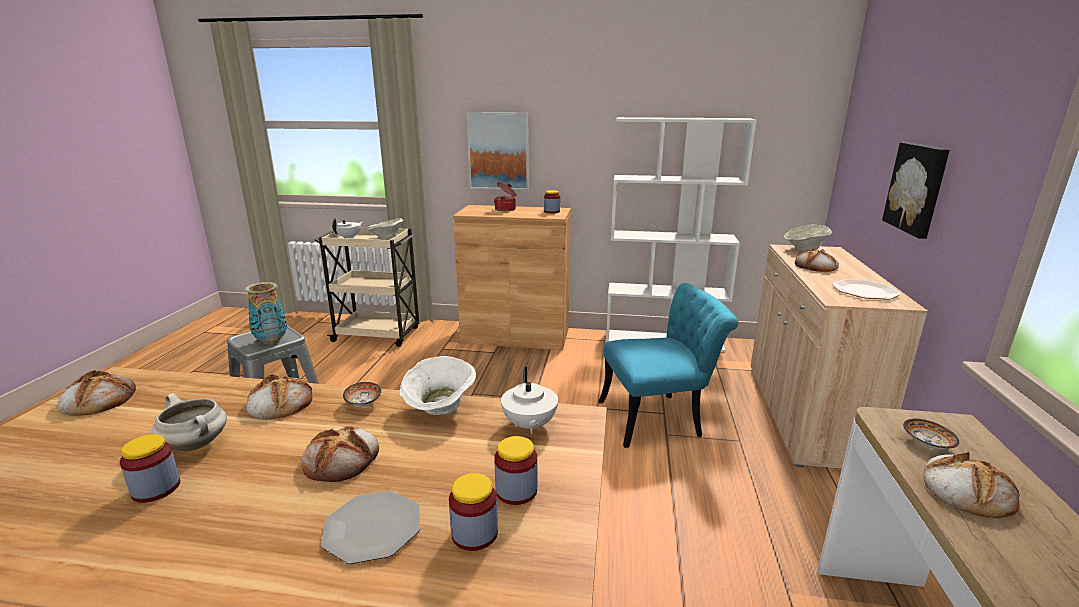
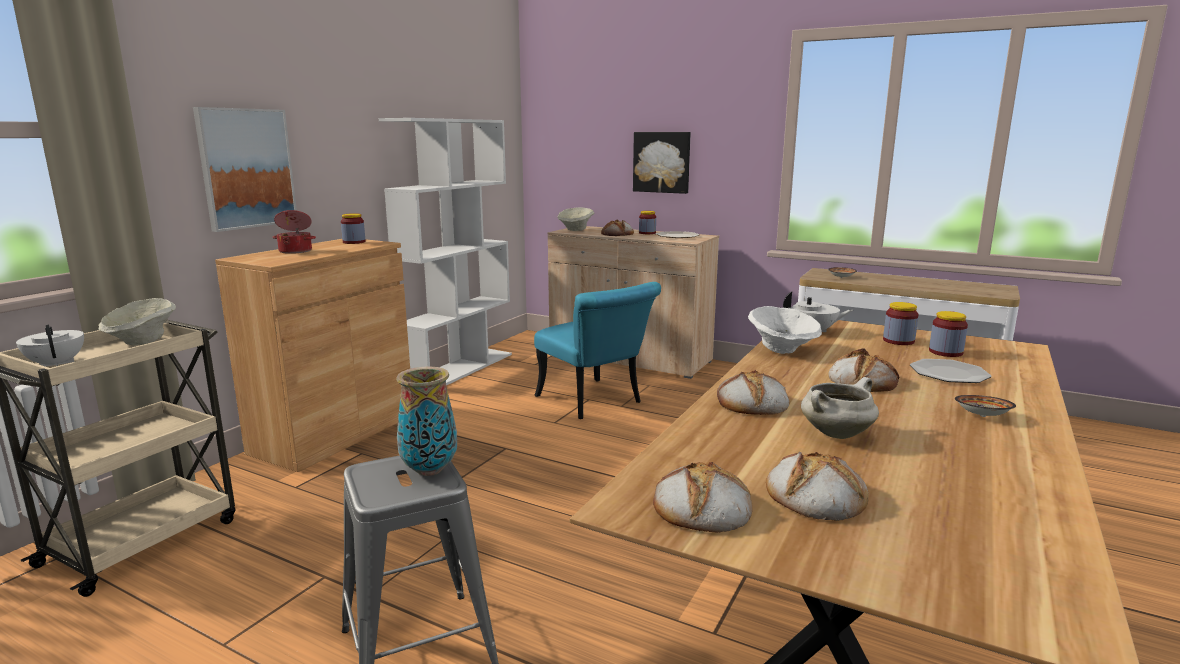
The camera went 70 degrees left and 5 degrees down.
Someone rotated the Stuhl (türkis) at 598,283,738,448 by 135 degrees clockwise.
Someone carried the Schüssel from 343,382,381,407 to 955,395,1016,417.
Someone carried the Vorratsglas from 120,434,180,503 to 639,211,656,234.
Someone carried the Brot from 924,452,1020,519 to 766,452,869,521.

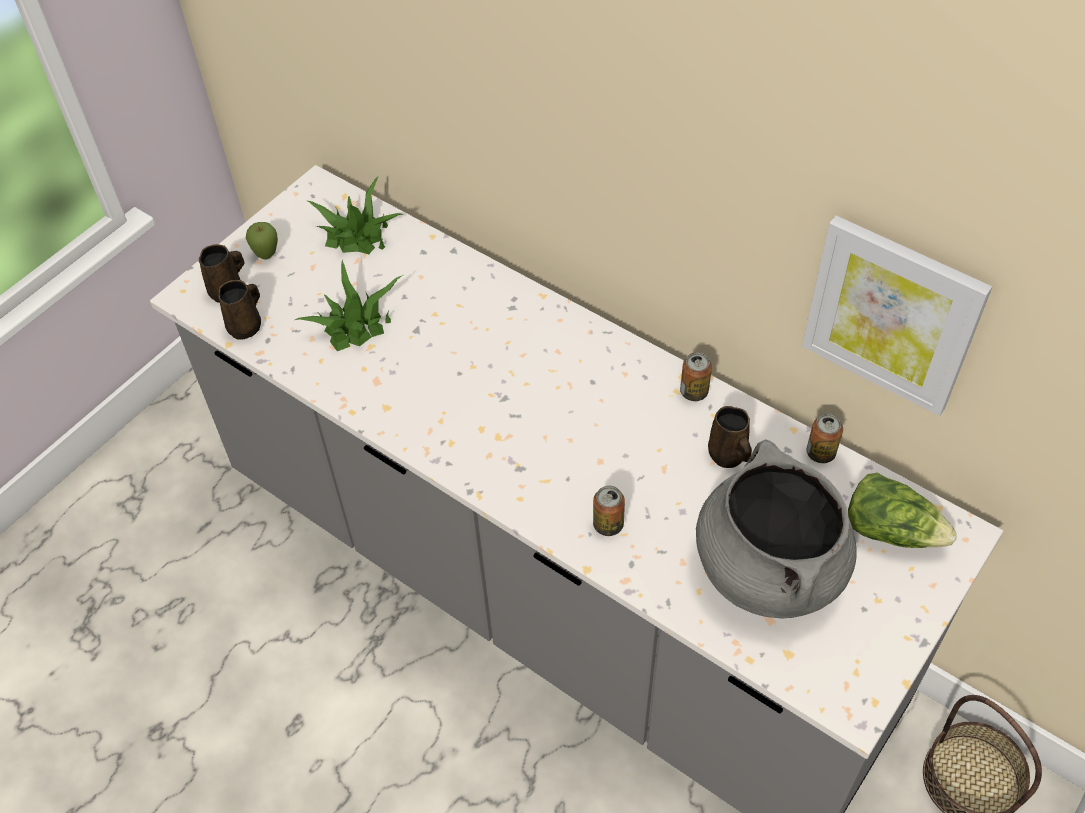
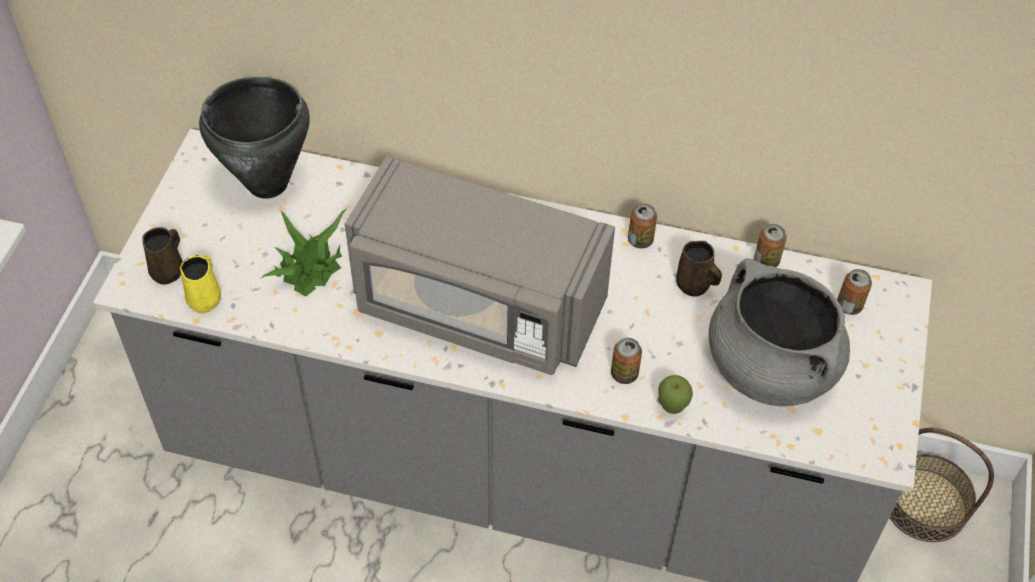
The camera went 25 degrees left and 0 degrees up.
Someone swapped the Topfpflanze at 307,176,402,254 for the Kochtopf (schwarz) at 199,77,310,199.
Someone took away the Bild at 802,216,992,416.
Someone carried the Apfel from 246,222,278,260 to 658,375,693,414.
Someone repainted the Henkelbecher (braun) at 218,280,261,340, which became the Henkelbecher (gelb) at 180,255,221,313.
Someone swapped the Salatkopf at 848,473,957,548 for the Dose at 837,269,872,315.
Someone put down the Mikrowelle (grau) at 345,157,615,375.

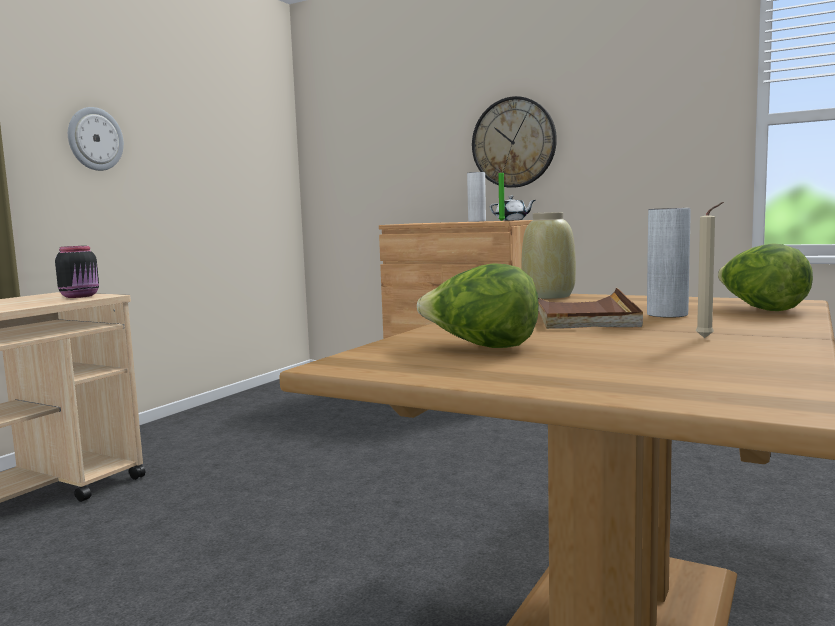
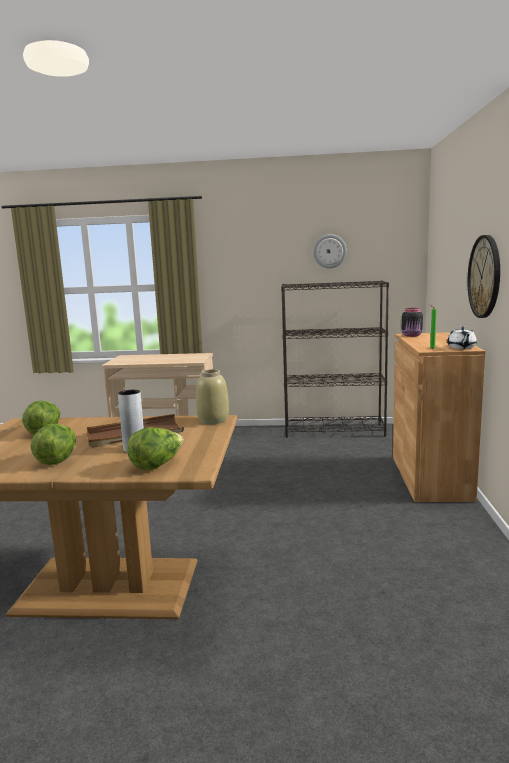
The camera went 65 degrees right and 5 degrees up.
Someone carried the Wanduhr from 68,107,124,171 to 313,234,347,269.
Someone took away the Vase (weiß) at 467,172,486,222.
Someone swapped the Kerze (beige) at 696,202,724,338 for the Salatkopf at 30,424,76,465.
Someone carried the Vorratsglas (schwarz) from 55,246,99,298 to 402,308,423,337.
Someone put down the Bücherregal (schwarz) at 281,280,389,438.

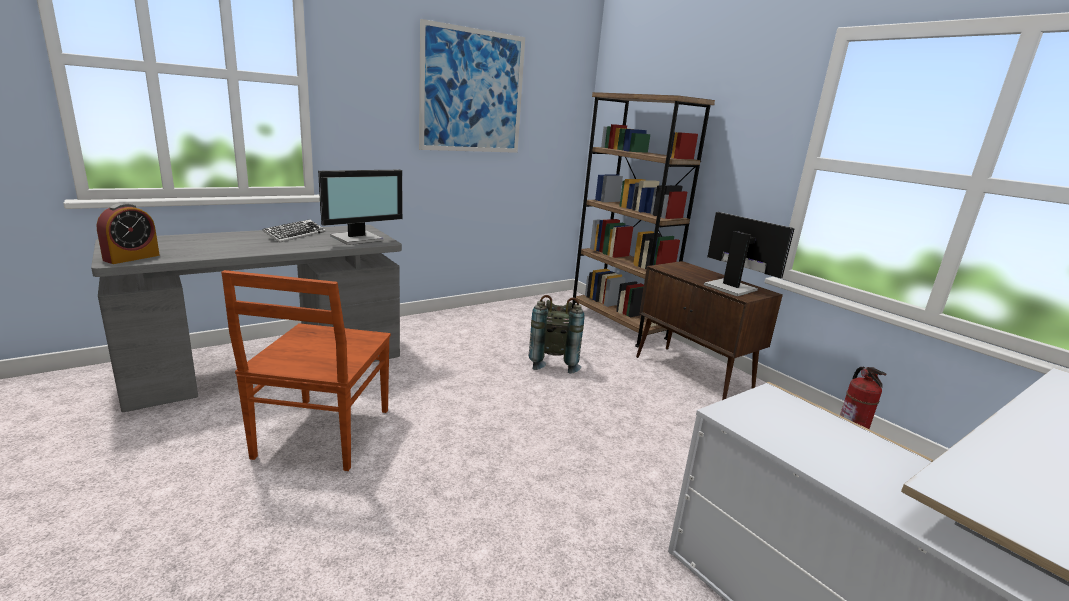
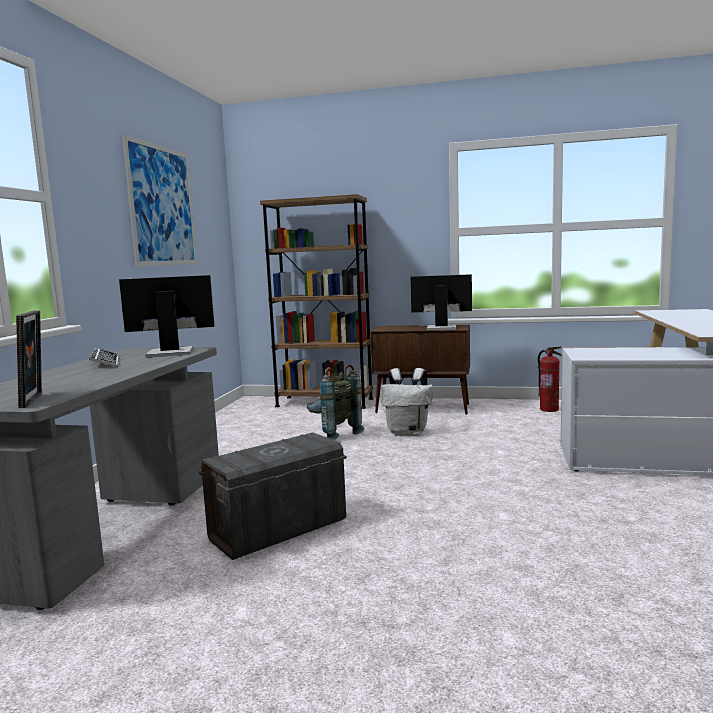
The camera went 40 degrees left and 10 degrees down.
Someone rotated the Monitor at 318,170,402,245 by 105 degrees counterclockwise.
Someone swapped the Wecker at 96,203,160,264 for the Bilderrahmen at 16,310,42,408.
Someone swapped the Stuhl (braun) at 221,270,391,471 for the Aufbewahrungsbox (grau) at 199,433,347,560.
Someone put down the Rucksack (weiß) at 381,368,433,436.

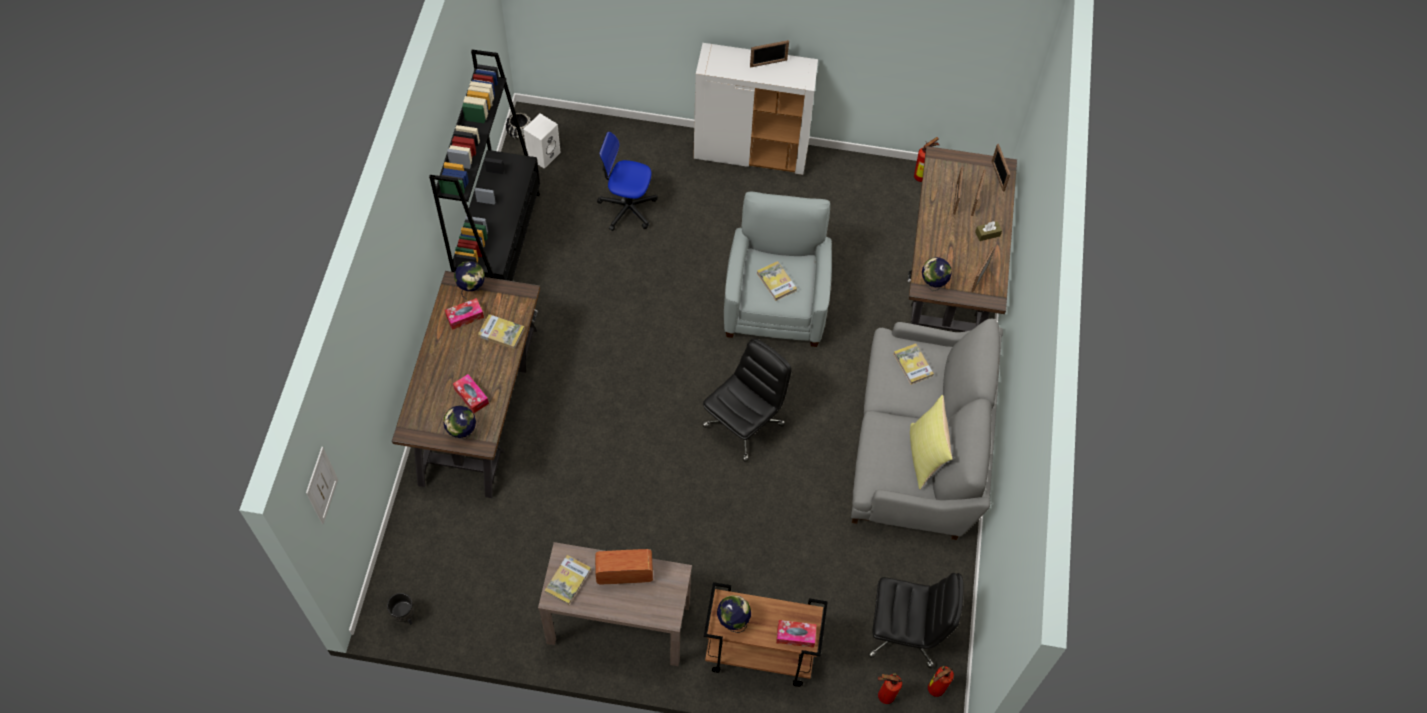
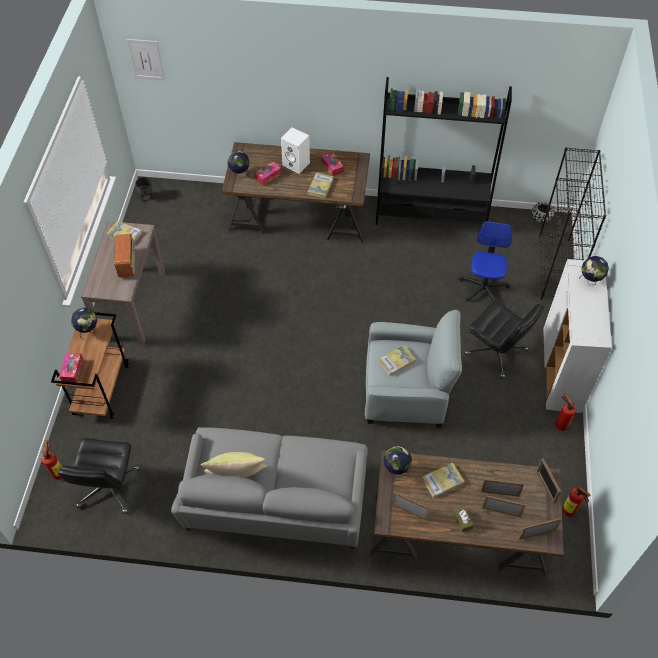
The camera went 90 degrees right and 5 degrees down.
Someone carried the Bilderrahmen from 750,40,789,68 to 537,458,561,504.
Someone carried the Lautsprecher (weiß) from 523,113,561,169 to 281,128,310,174.
Someone carried the Globus from 454,261,485,299 to 579,256,609,285.
Someone carried the Bürostuhl (schwarz) from 702,338,792,462 to 465,301,544,379.
Someone carried the Buch from 893,343,934,385 to 422,463,465,498.
Someone carried the Feuerlöscher from 928,666,954,697 to 555,393,576,431.
Someone put down the Bücherregal (schwarz) at 539,147,606,300.

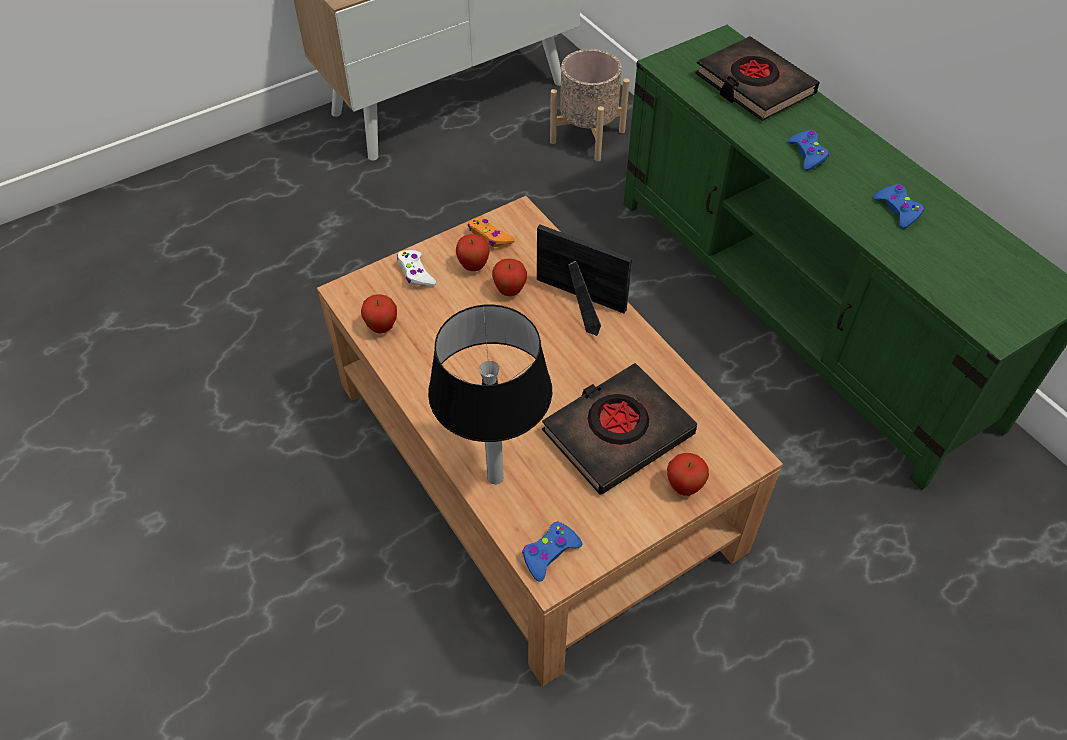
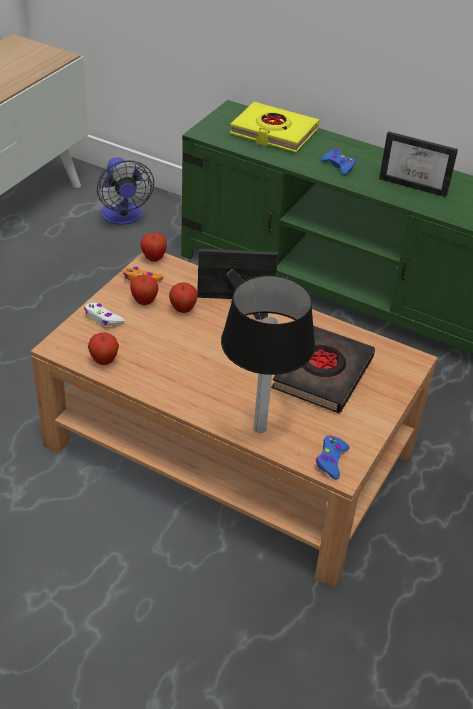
The camera went 30 degrees left and 10 degrees down.
Someone repainted the Buch (schwarz) at 695,36,820,121, which became the Buch (gelb) at 230,102,319,152.
Someone swapped the Pflanzkübel (beige) at 550,49,630,161 for the Ventilator at 97,157,154,225.
Someone swapped the Gamepad (blau) at 873,184,924,229 for the Bilderrahmen at 379,131,458,197.
Someone carried the Apfel from 667,453,709,496 to 140,233,167,262.

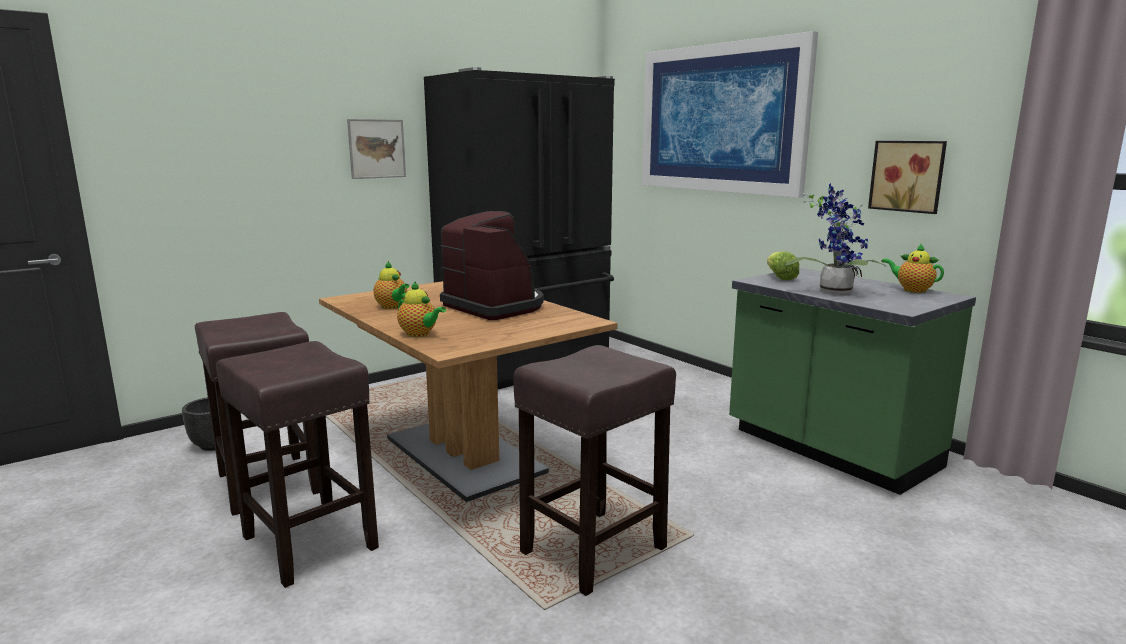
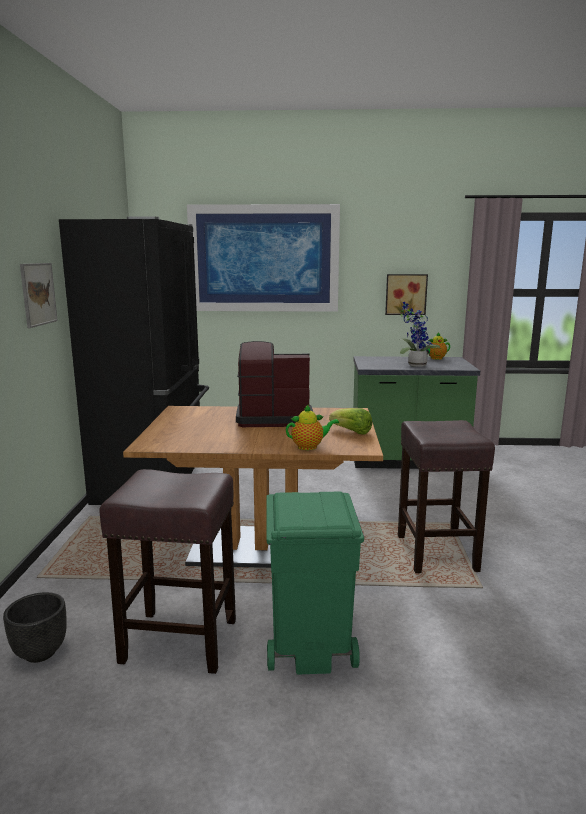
The camera went 50 degrees left and 0 degrees up.
Someone carried the Salatkopf from 767,251,799,280 to 329,408,372,435.
Someone took away the Teekanne at 373,261,409,309.
Someone swapped the Hocker (braun) at 216,341,379,588 for the Mülleimer (grün) at 266,492,364,675.

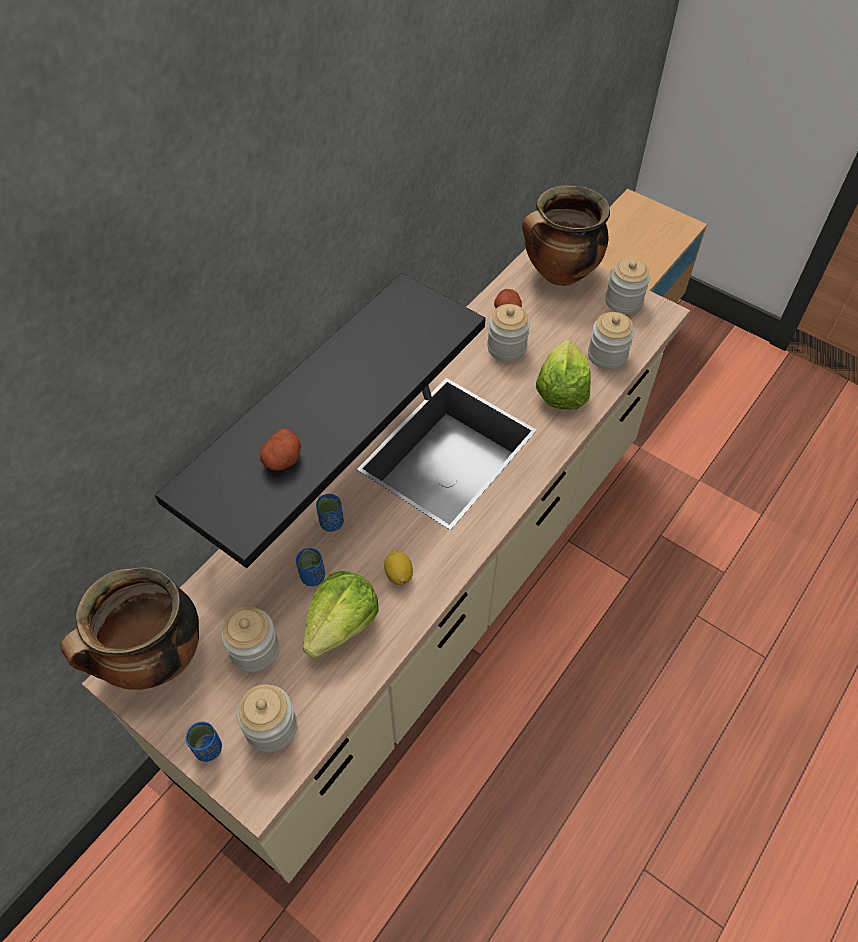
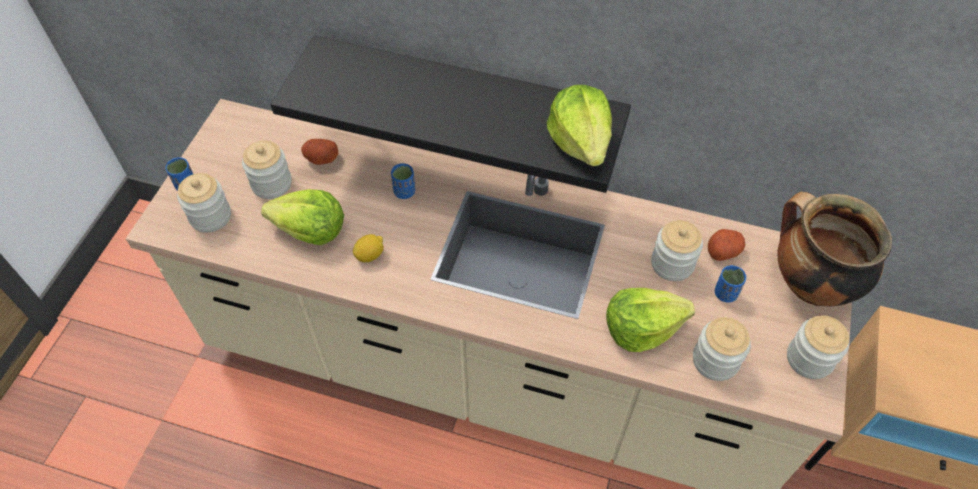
The camera went 70 degrees right and 0 degrees up.
Someone carried the Kartoffel from 260,429,301,471 to 301,139,338,165.
Someone carried the Tasse (blau) from 296,548,325,586 to 715,265,746,303.
Someone took away the Kochtopf at 60,567,199,690.
Someone put down the Salatkopf at 547,85,612,166.

